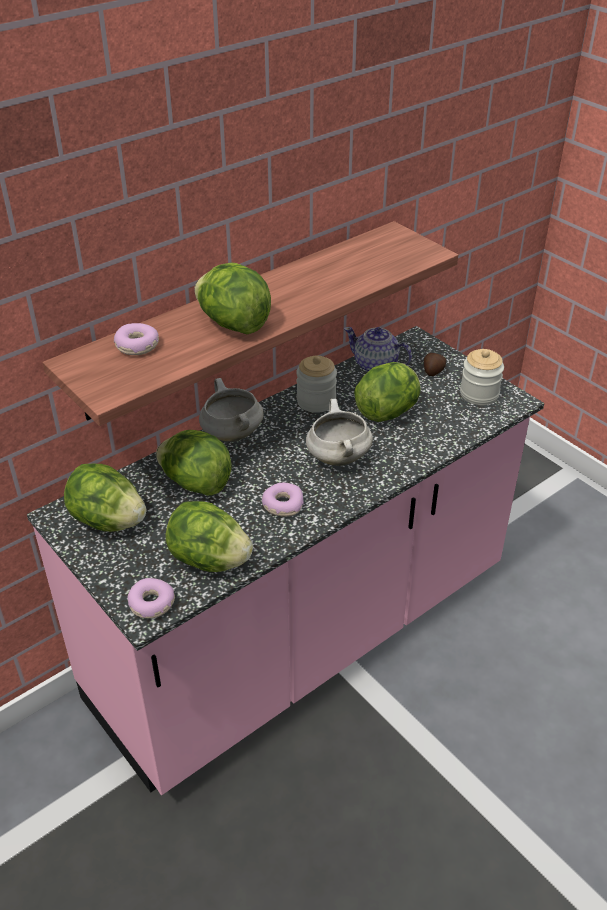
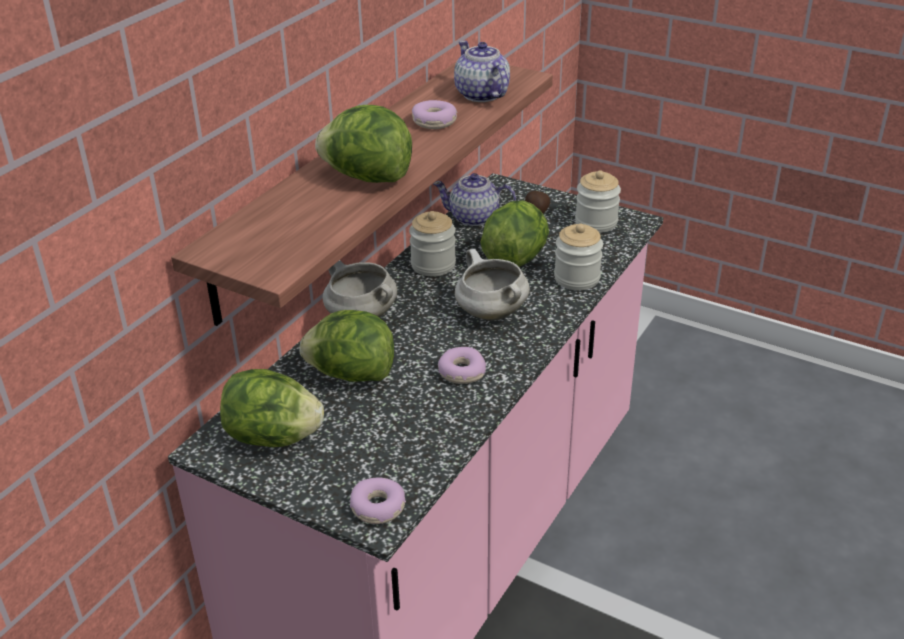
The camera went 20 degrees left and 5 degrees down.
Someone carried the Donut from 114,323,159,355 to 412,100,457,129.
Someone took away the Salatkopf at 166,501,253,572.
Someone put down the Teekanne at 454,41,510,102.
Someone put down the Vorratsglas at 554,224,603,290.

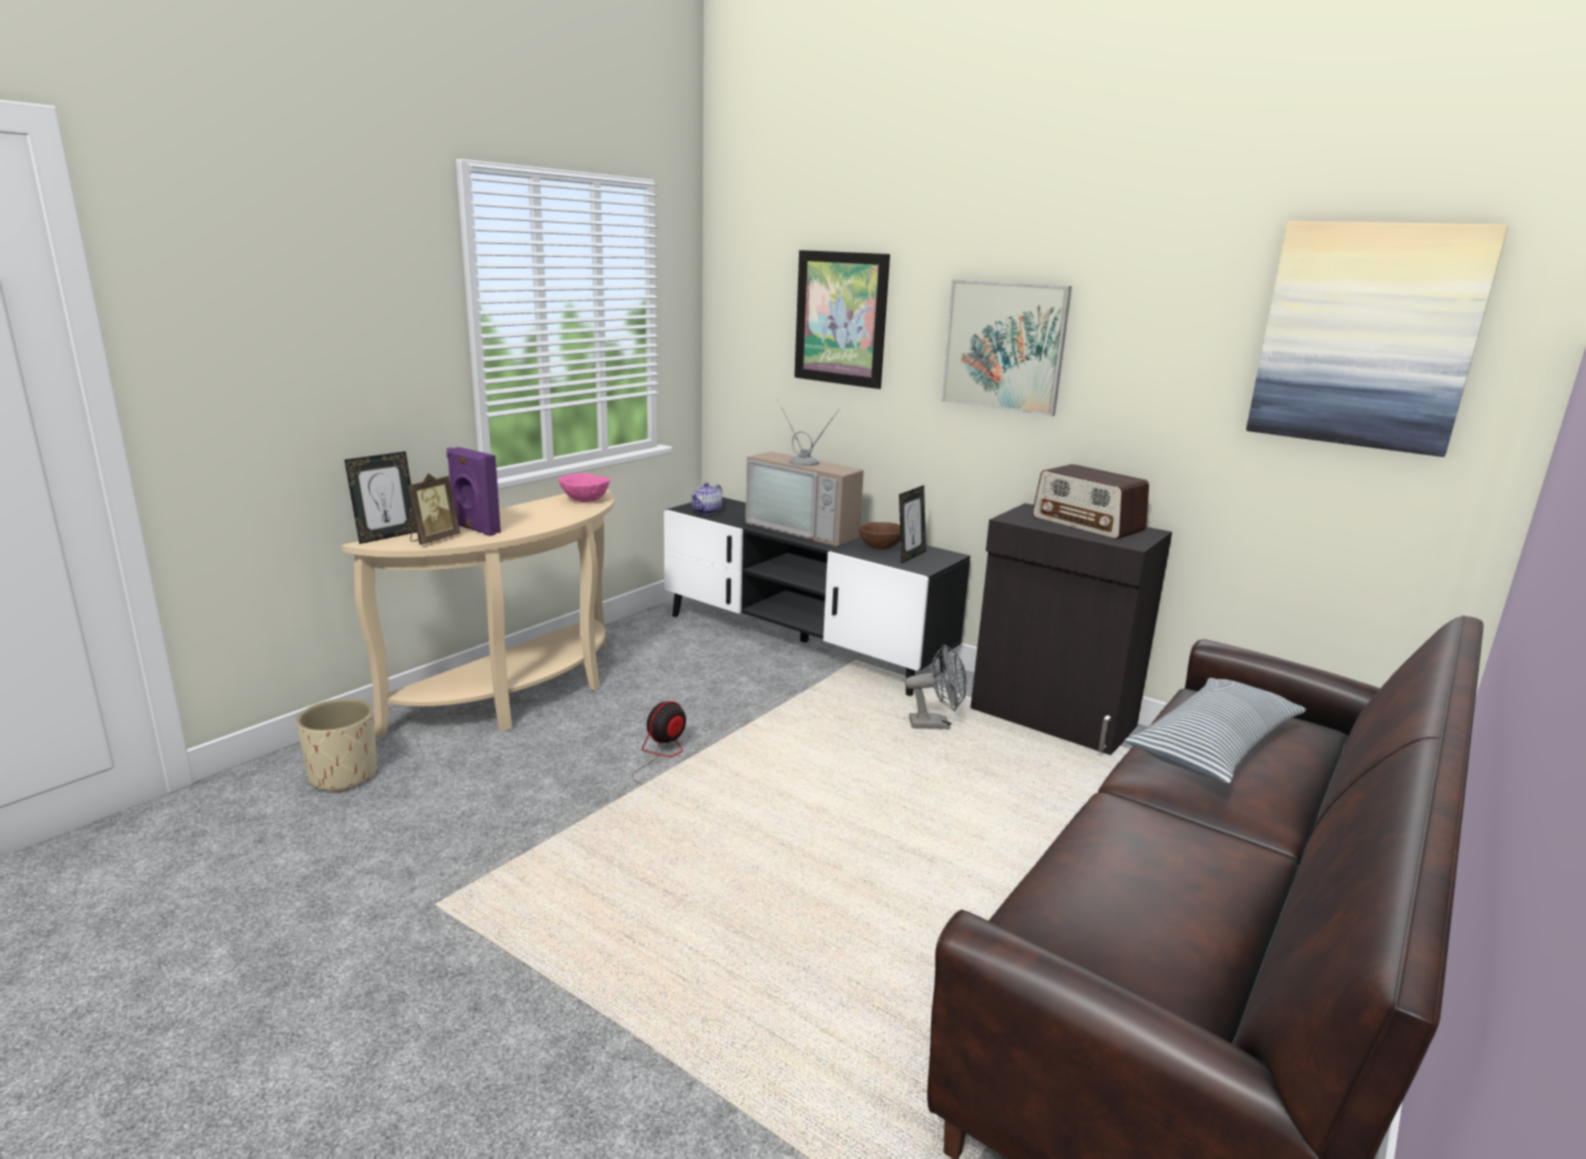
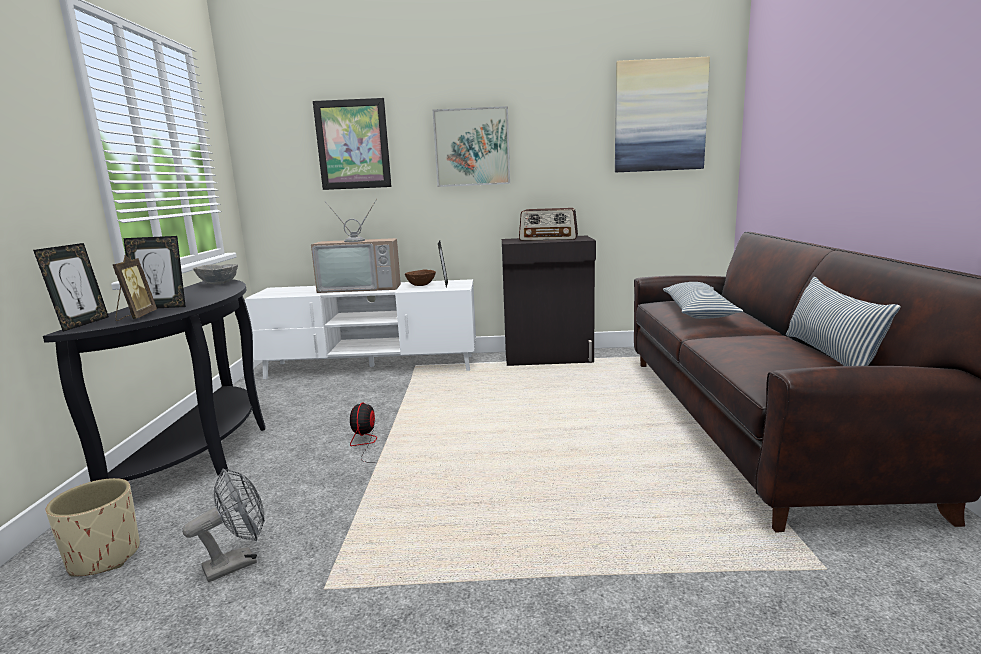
The camera went 35 degrees left and 5 degrees down.
Someone swapped the Lautsprecher (lila) at 446,447,501,536 for the Bilderrahmen at 123,236,186,308.
Someone repainted the Schüssel (rosa) at 558,473,610,502, which became the Schüssel (grau) at 193,264,238,285.
Someone took away the Teekanne at 691,483,722,515.
Someone repainted the Konsolentisch (beige) at 342,489,614,738, which became the Konsolentisch (schwarz) at 43,279,266,482.
Someone repainted the Fernsehschrank (schwarz) at 664,497,970,696, which became the Fernsehschrank (weiß) at 245,279,476,379.
Someone carried the Ventilator (grau) from 905,644,967,729 to 182,468,265,582.
Someone put down the Kissen at 786,277,900,366.

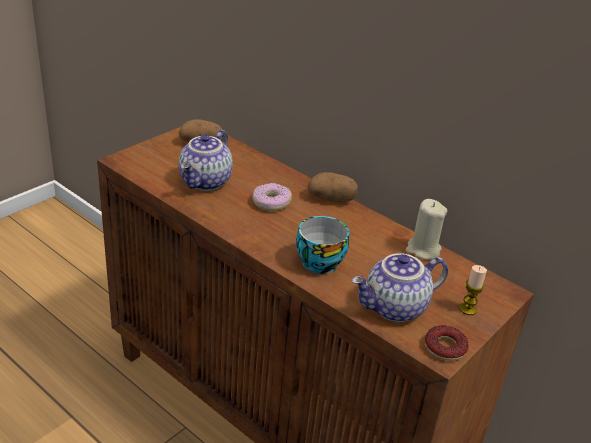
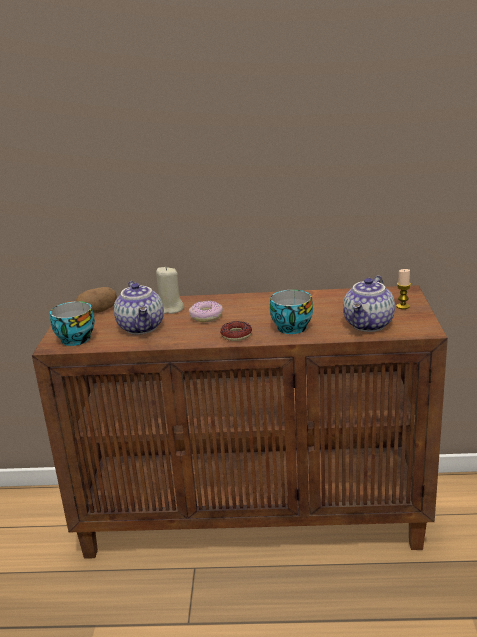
The camera went 35 degrees left and 10 degrees down.
Someone took away the Kartoffel at 308,172,358,202.
Someone carried the Kerze (beige) from 406,199,447,260 to 156,266,184,314.
Someone carried the Donut from 425,325,469,361 to 220,321,252,341.
Someone put down the Tasse at 50,301,95,346.

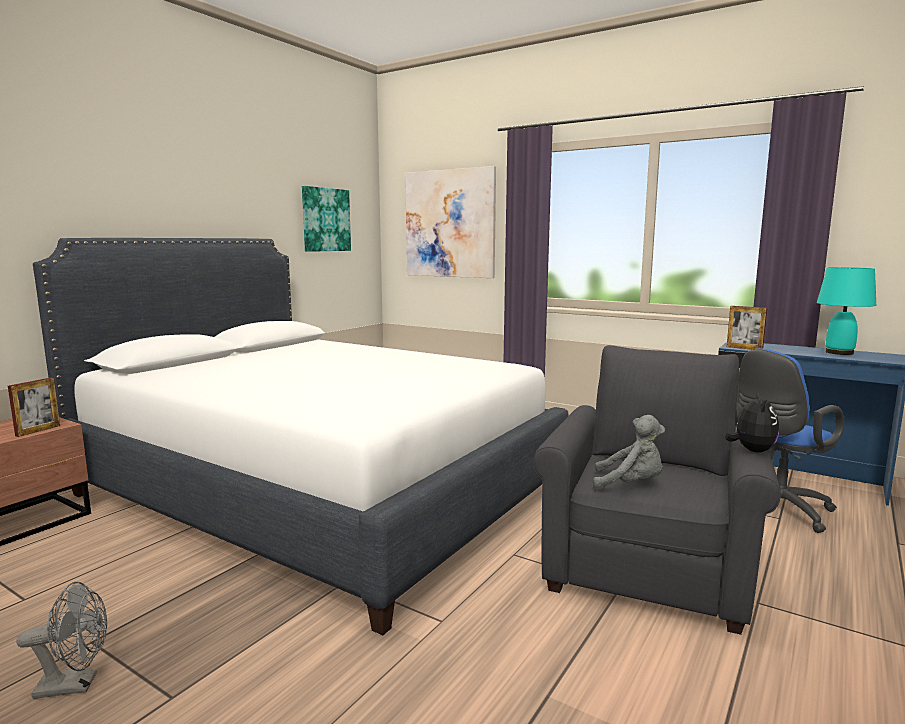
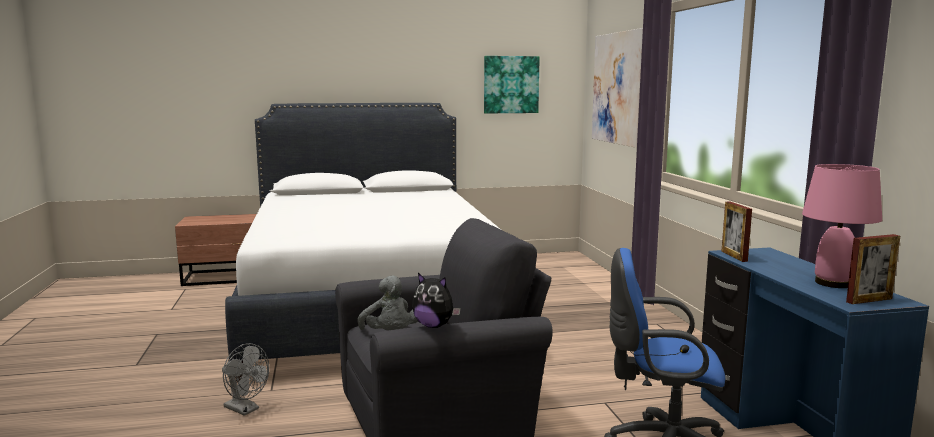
The camera went 45 degrees right and 0 degrees up.
Someone repainted the Tischlampe (türkis) at 817,267,876,355, which became the Tischlampe (rosa) at 802,164,882,288.
Someone carried the Bilderrahmen from 8,378,60,437 to 846,234,900,304.
Someone rotated the Plüschtier at 725,391,779,453 by 60 degrees clockwise.
Someone carried the Ventilator (grau) from 16,582,107,699 to 222,343,269,416.

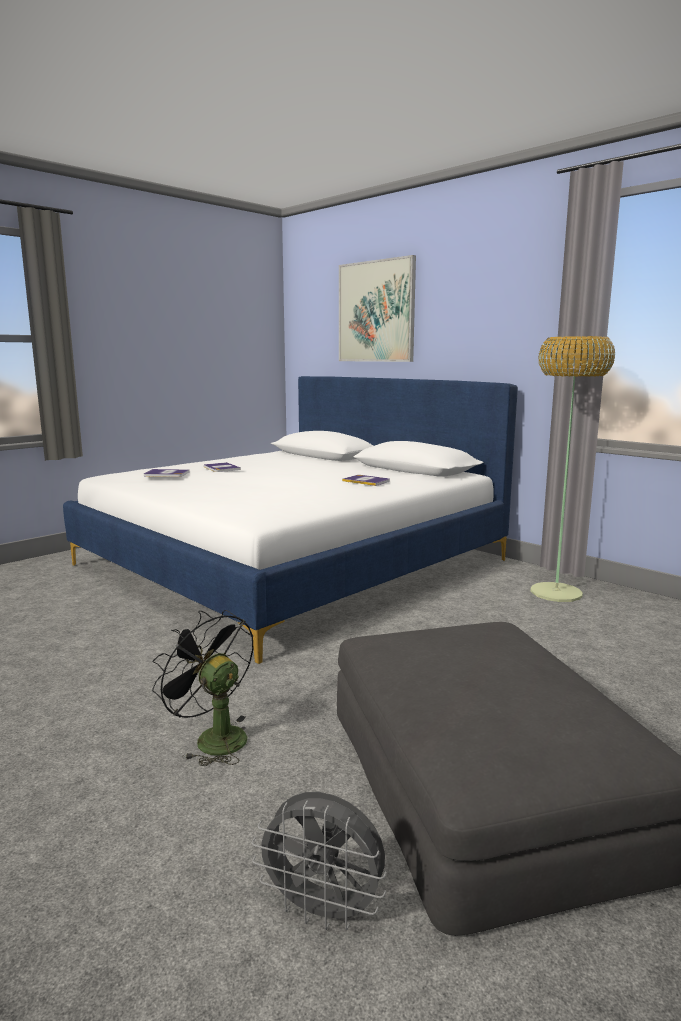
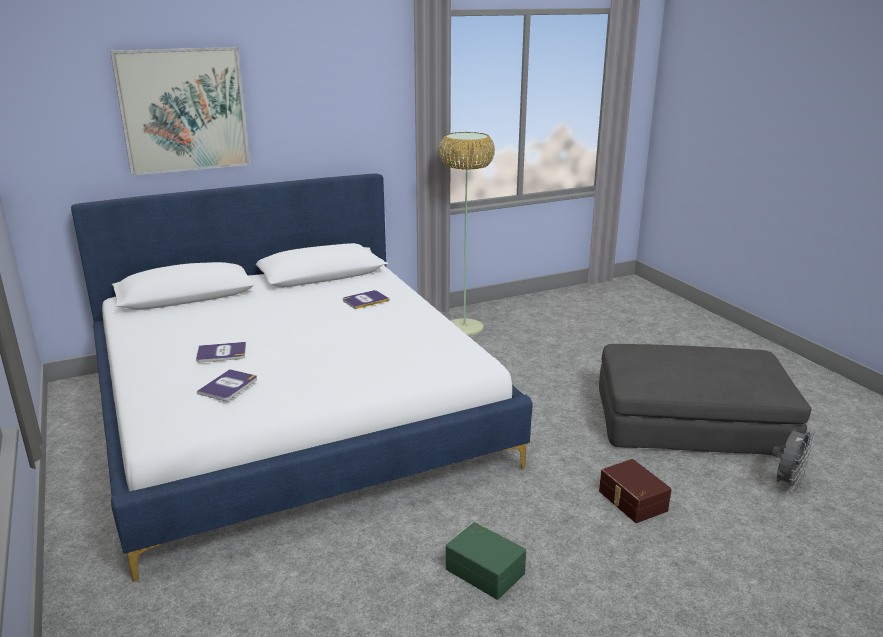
The camera went 70 degrees left and 10 degrees up.
Someone swapped the Ventilator (schwarz) at 152,610,253,766 for the Aufbewahrungsbox (braun) at 599,459,672,523.
Someone put down the Aufbewahrungsbox (grün) at 446,522,526,600.

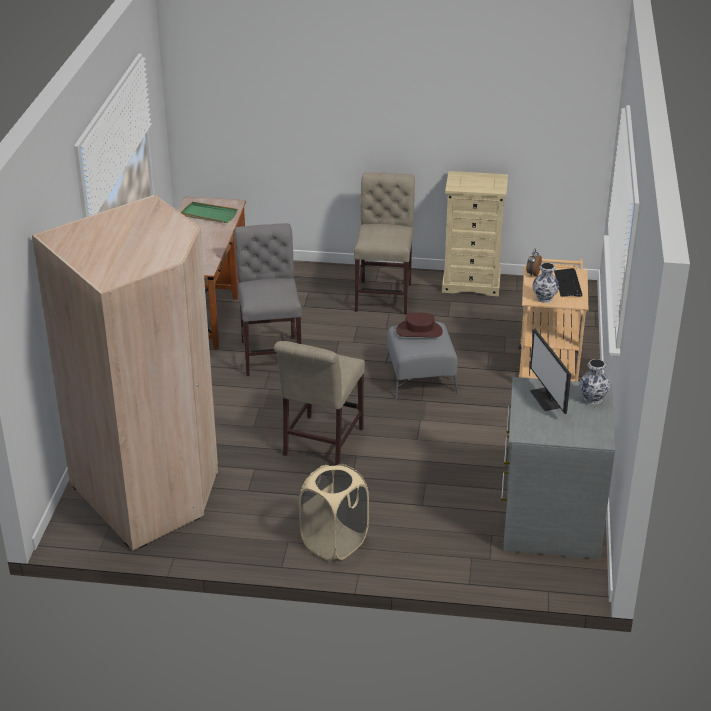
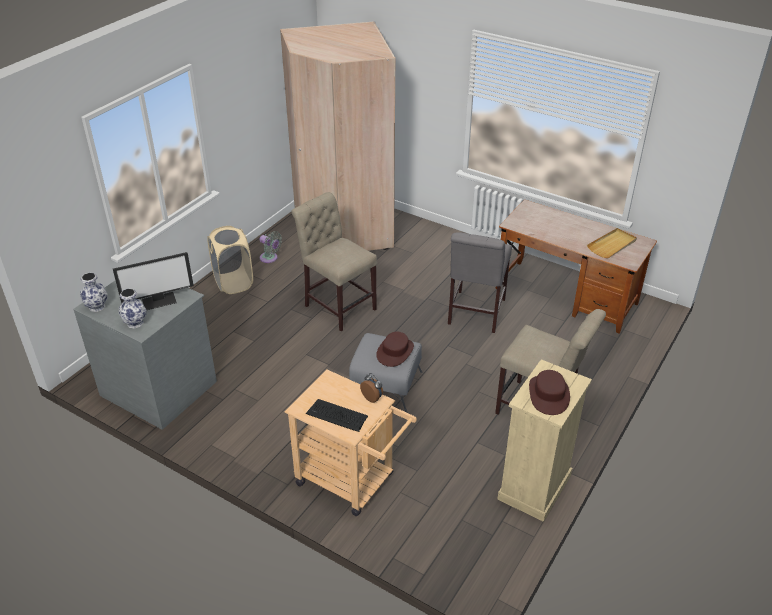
The camera went 115 degrees right and 5 degrees up.
Someone repainted the Tablett (grün) at 181,202,238,223, which became the Tablett (beige) at 587,228,637,258.
Someone rotated the Stuhl (grau) at 235,223,302,376 by 90 degrees clockwise.
Someone carried the Vase from 532,263,559,303 to 80,273,108,312.
Someone rotated the Monitor at 530,329,571,414 by 150 degrees clockwise.
Someone put down the Ventilator (grau) at 259,231,282,263.
Someone put down the Hut (braun) at 529,370,570,415.

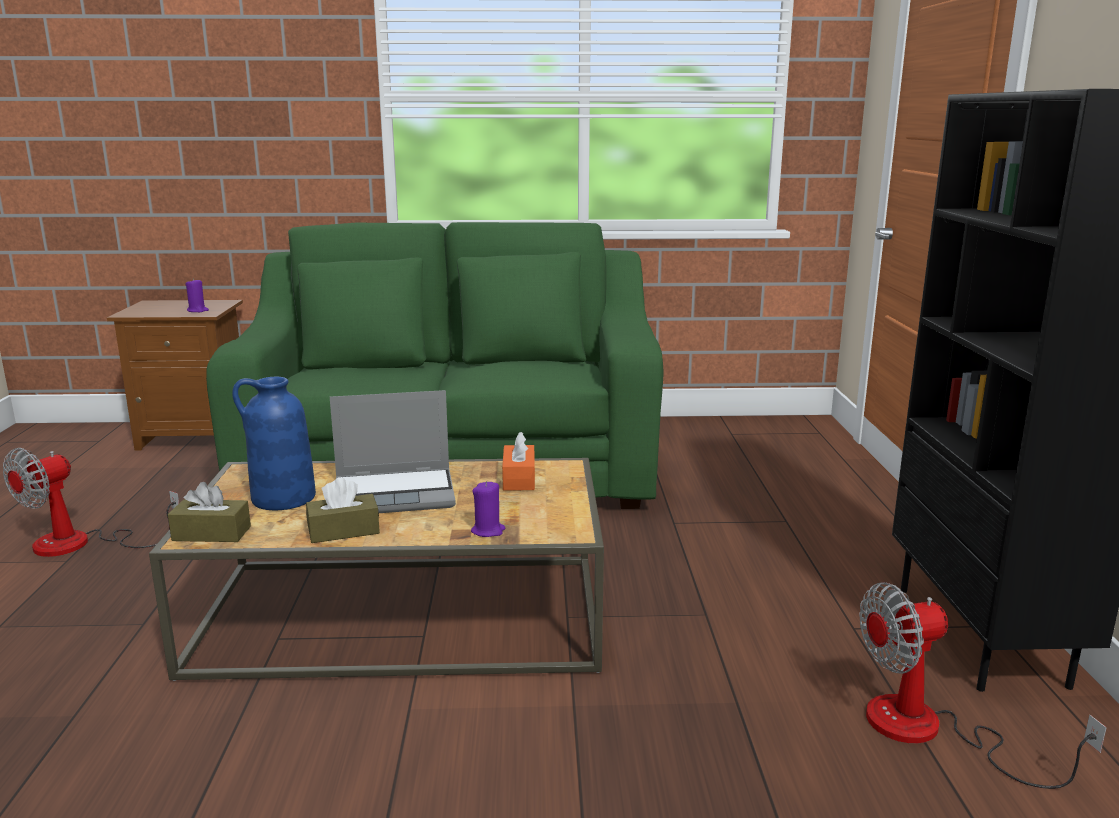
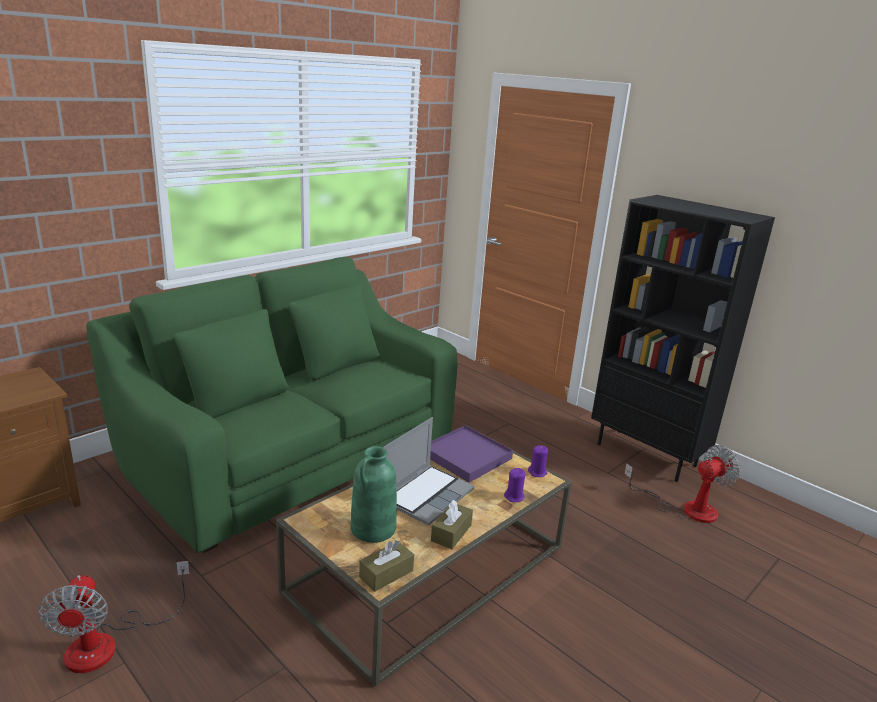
The camera went 45 degrees left and 5 degrees up.
Someone carried the Kerze (lila) from 186,278,209,312 to 528,445,548,477.
Someone repainted the Vase (blau) at 232,377,316,510, which became the Vase (grün) at 351,446,397,543.
Someone swapped the Taschentuchbox (orange) at 502,432,535,491 for the Tablett (lila) at 430,425,513,483.
Someone rotated the Ventilator at 859,582,1107,789 by 150 degrees counterclockwise.

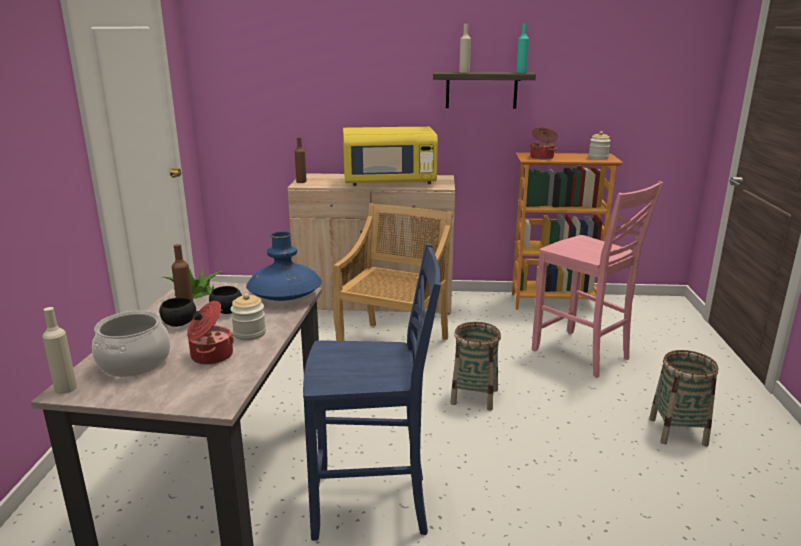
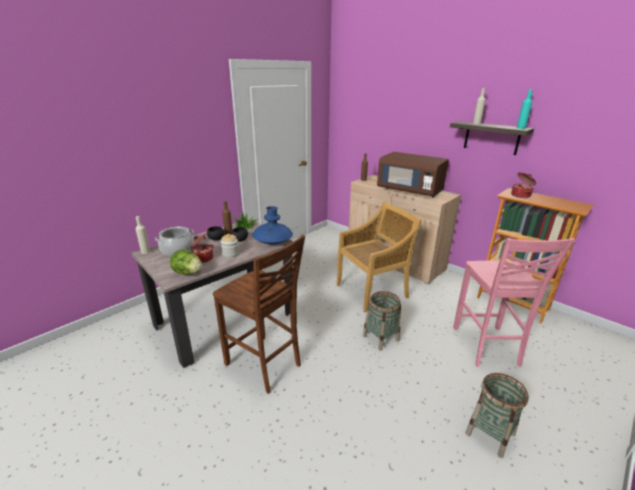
The camera went 40 degrees right and 5 degrees up.
Someone repainted the Mikrowelle (gelb) at 343,127,438,186, which became the Mikrowelle (braun) at 377,152,449,197.
Someone took away the Vorratsglas at 589,131,611,160.
Someone repainted the Stuhl (blau) at 303,244,441,541, which became the Stuhl (braun) at 213,234,305,394.
Someone put down the Salatkopf at 170,250,202,275.

